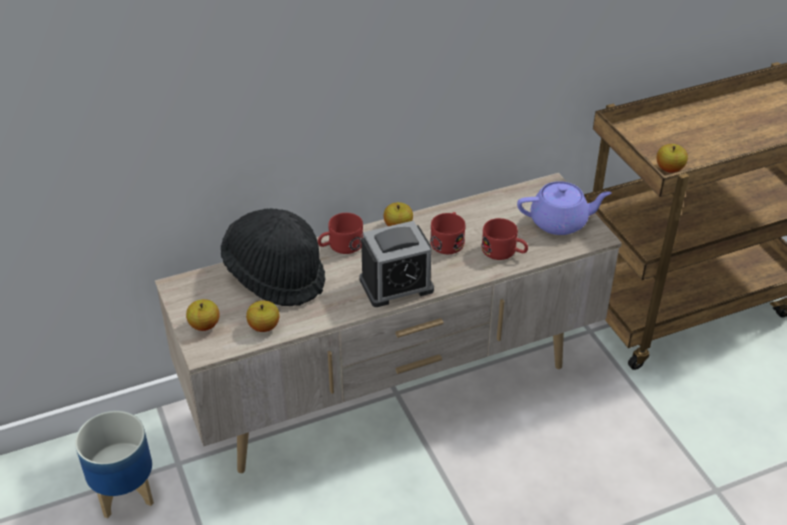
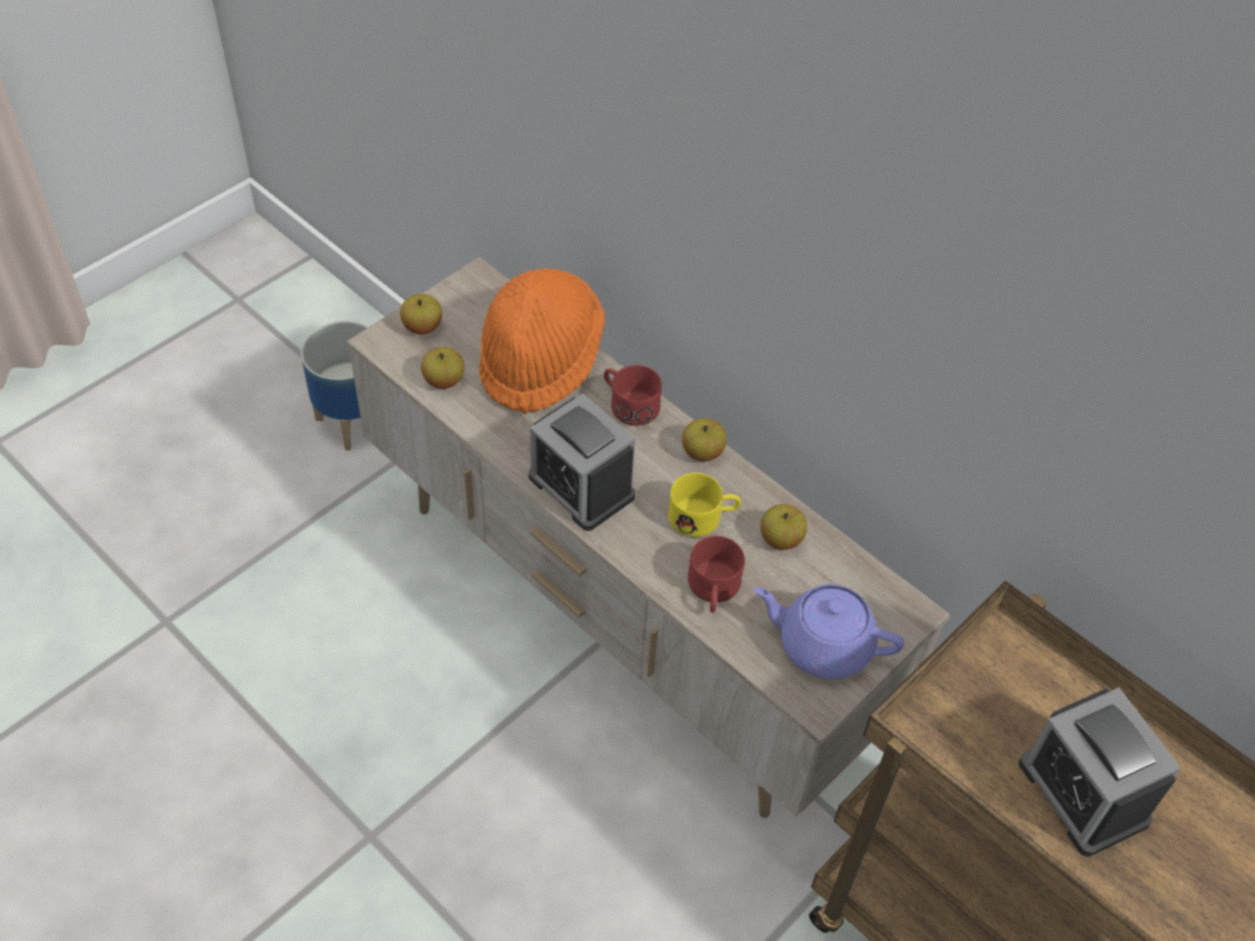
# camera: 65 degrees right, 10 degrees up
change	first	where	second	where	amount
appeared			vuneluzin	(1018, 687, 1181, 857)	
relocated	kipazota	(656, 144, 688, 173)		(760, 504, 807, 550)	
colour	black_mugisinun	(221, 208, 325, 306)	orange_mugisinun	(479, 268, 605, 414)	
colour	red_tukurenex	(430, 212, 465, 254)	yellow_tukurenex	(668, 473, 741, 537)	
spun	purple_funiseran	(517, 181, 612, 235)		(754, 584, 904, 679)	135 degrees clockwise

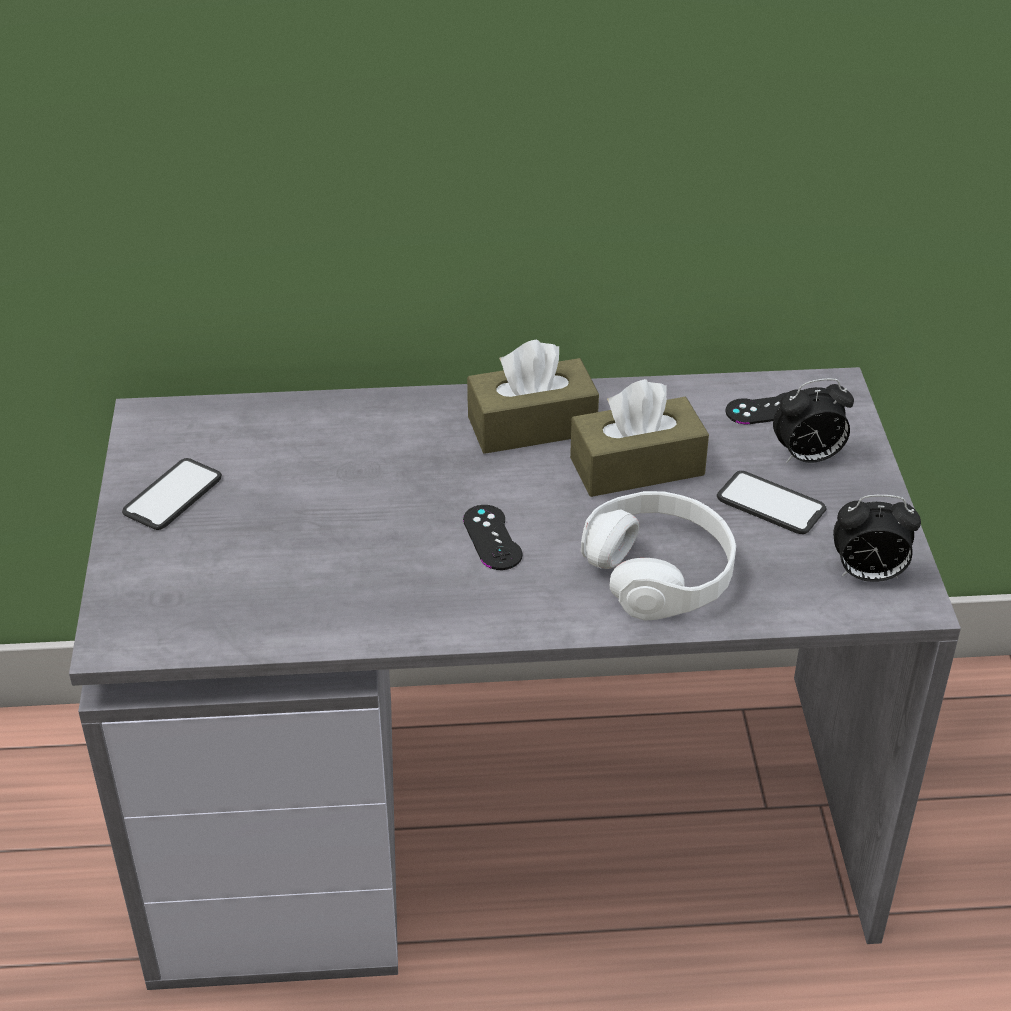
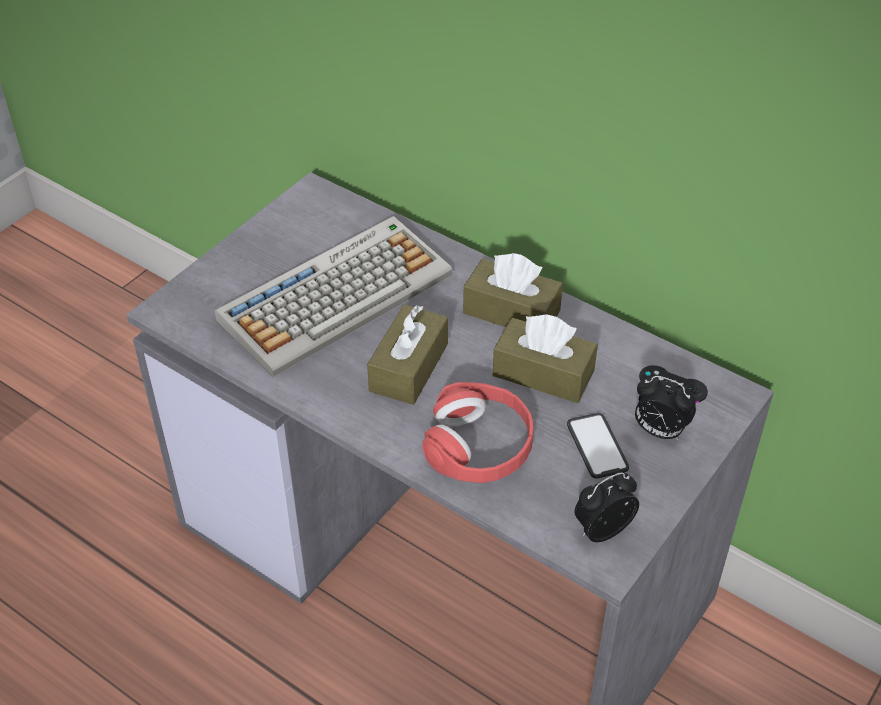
# camera: 40 degrees right, 5 degrees up
change	first	where	second	where	amount
missing	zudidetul	(122, 458, 222, 530)			
appeared			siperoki	(214, 216, 452, 377)	
exchanged	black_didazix	(463, 505, 522, 570)	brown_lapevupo	(367, 304, 448, 405)	
colour	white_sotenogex	(581, 491, 736, 621)	red_sotenogex	(422, 382, 534, 483)	
spun	vuneluzin	(833, 495, 921, 582)		(574, 472, 639, 542)	105 degrees clockwise

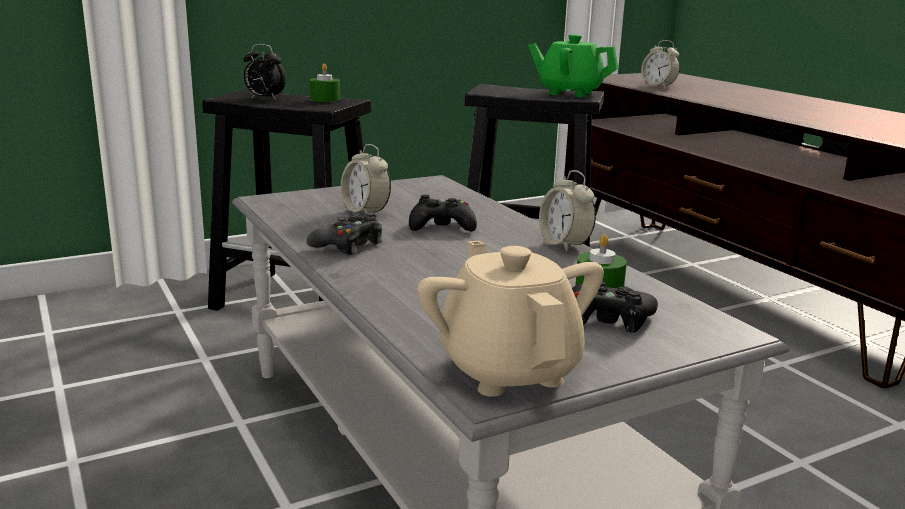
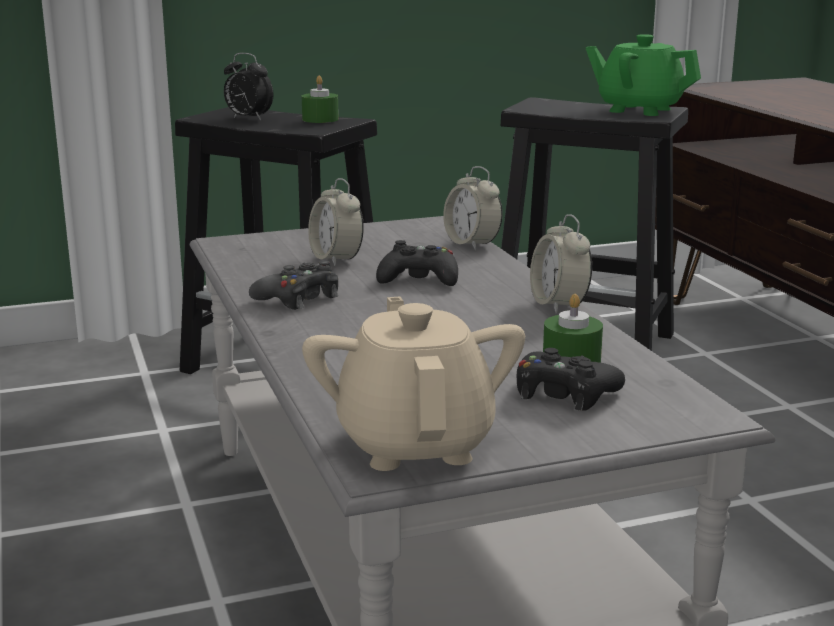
# camera: 10 degrees right, 0 degrees up
change	first	where	second	where	amount
relocated	vuneluzin	(641, 40, 680, 88)		(443, 166, 503, 251)	

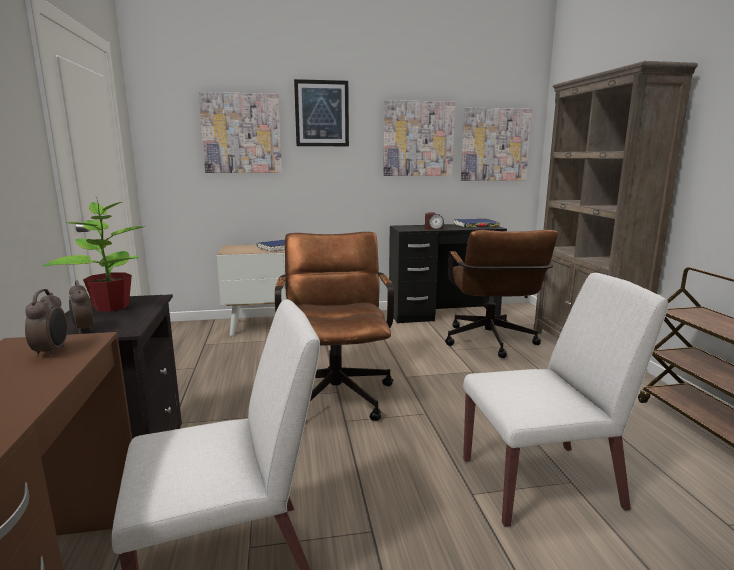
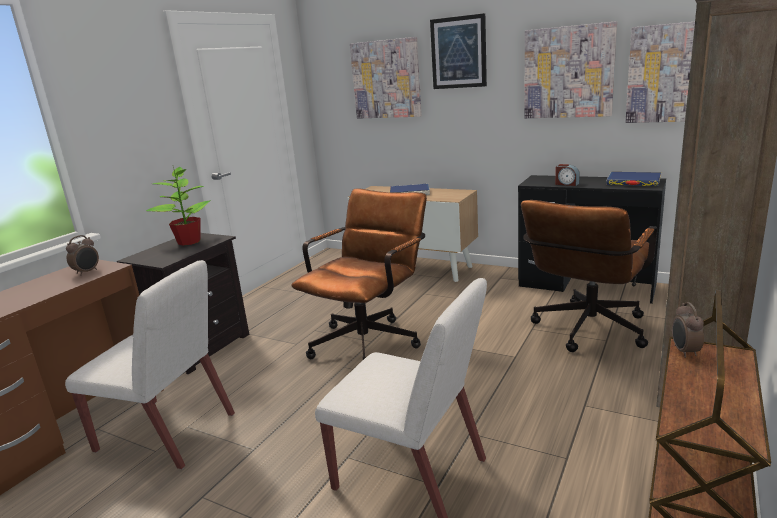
# camera: 40 degrees right, 5 degrees up
change	first	where	second	where	amount
relocated	vuneluzin	(69, 280, 93, 334)		(672, 302, 704, 358)	

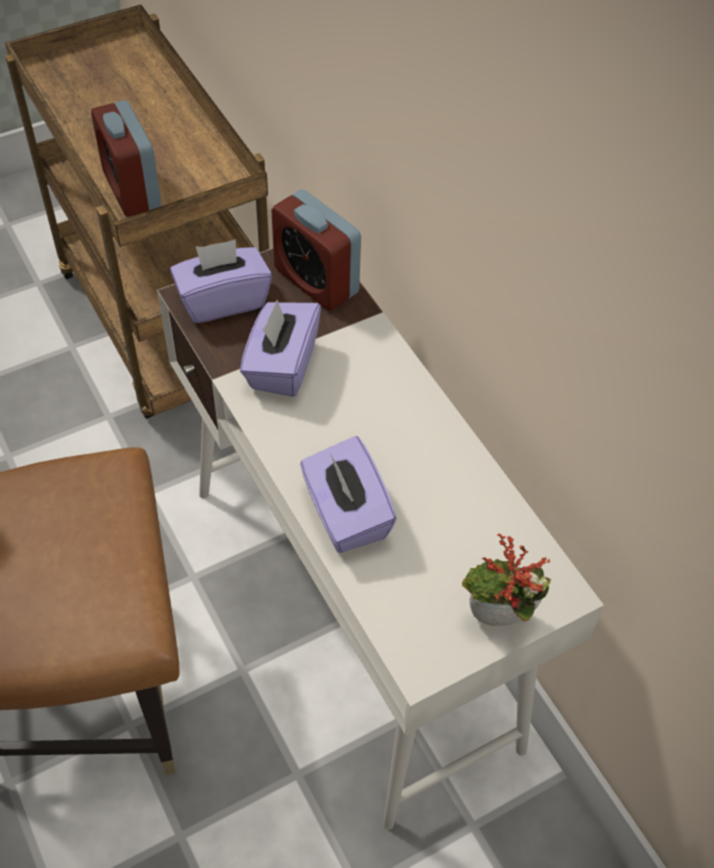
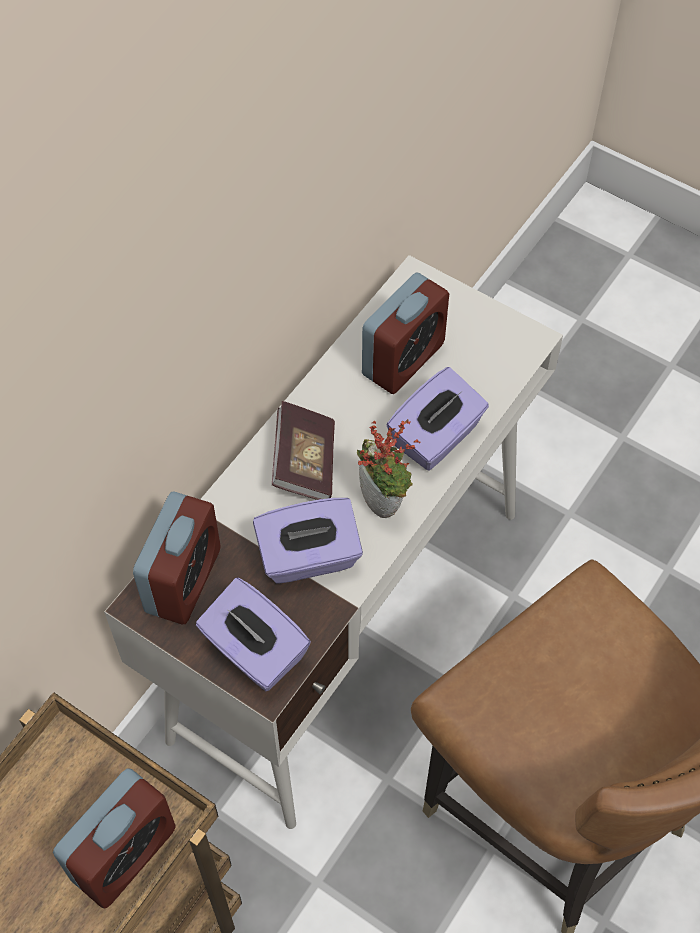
# camera: 115 degrees left, 5 degrees up
change	first	where	second	where	amount
appeared			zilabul	(272, 401, 335, 500)	
appeared			vuneluzin	(362, 272, 449, 394)	
relocated	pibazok	(462, 533, 551, 626)		(357, 419, 421, 518)	

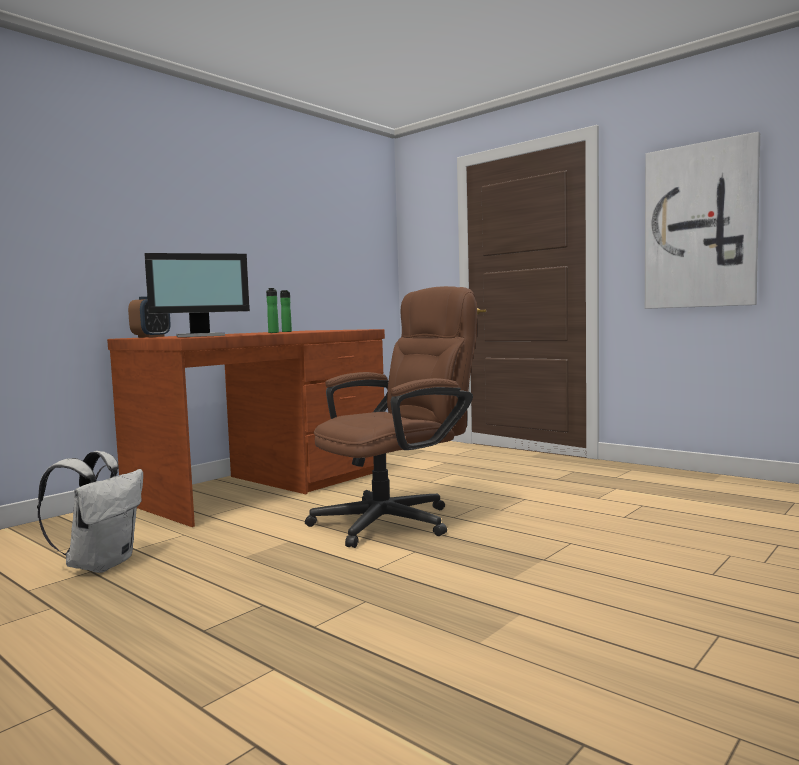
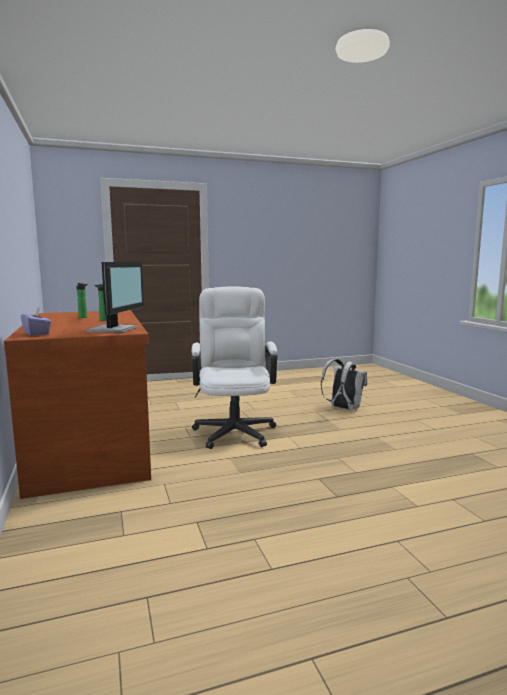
# camera: 60 degrees left, 5 degrees up
change	first	where	second	where	amount
missing	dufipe	(645, 132, 760, 309)			
relocated	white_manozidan	(37, 451, 143, 573)		(321, 359, 367, 410)	
exchanged	vuneluzin	(128, 296, 170, 338)	purple_lapevupo	(21, 307, 51, 336)	
colour	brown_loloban	(305, 286, 477, 548)	white_loloban	(192, 286, 277, 449)	

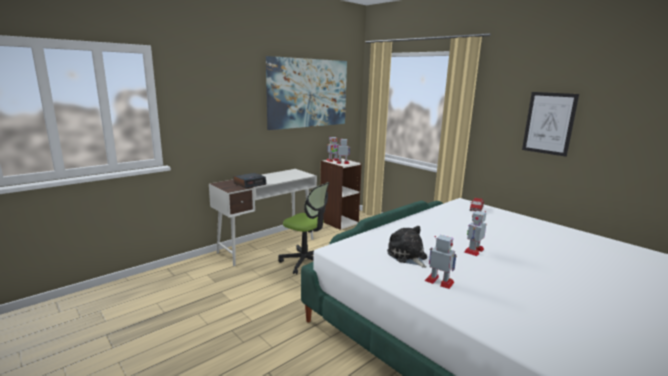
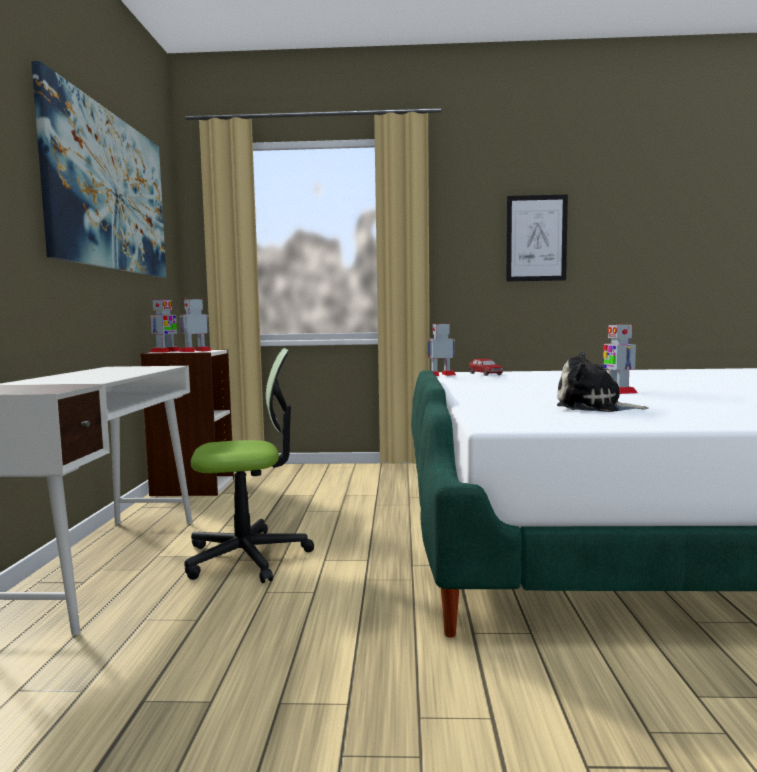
# camera: 45 degrees left, 10 degrees down
change	first	where	second	where	amount
missing	vuneluzin	(233, 173, 267, 188)			
relocated	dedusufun	(425, 235, 457, 289)		(427, 323, 456, 376)	

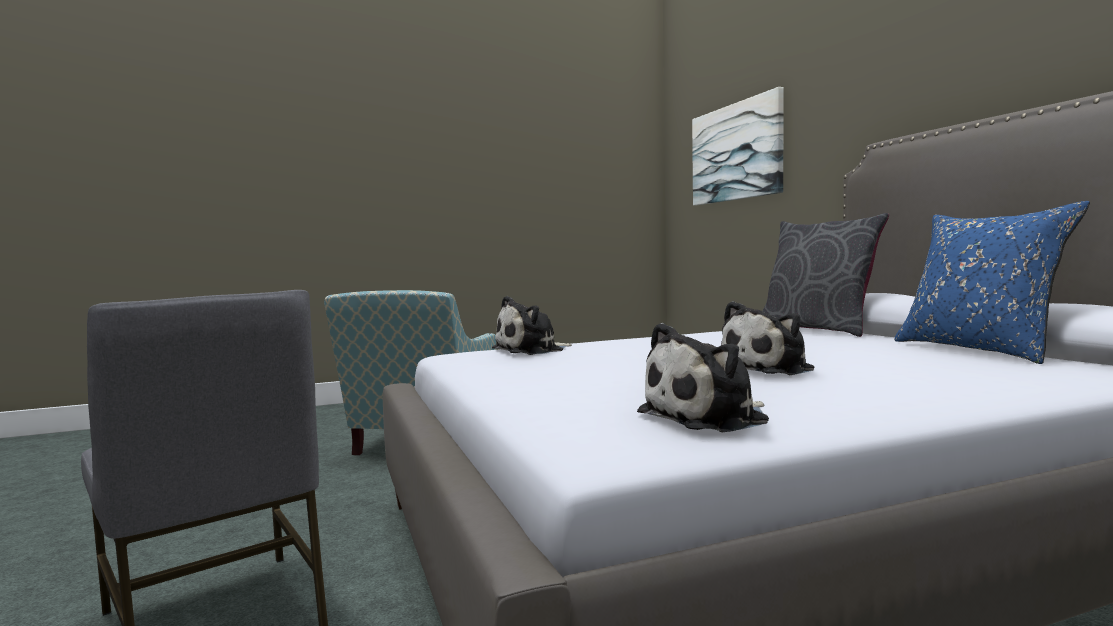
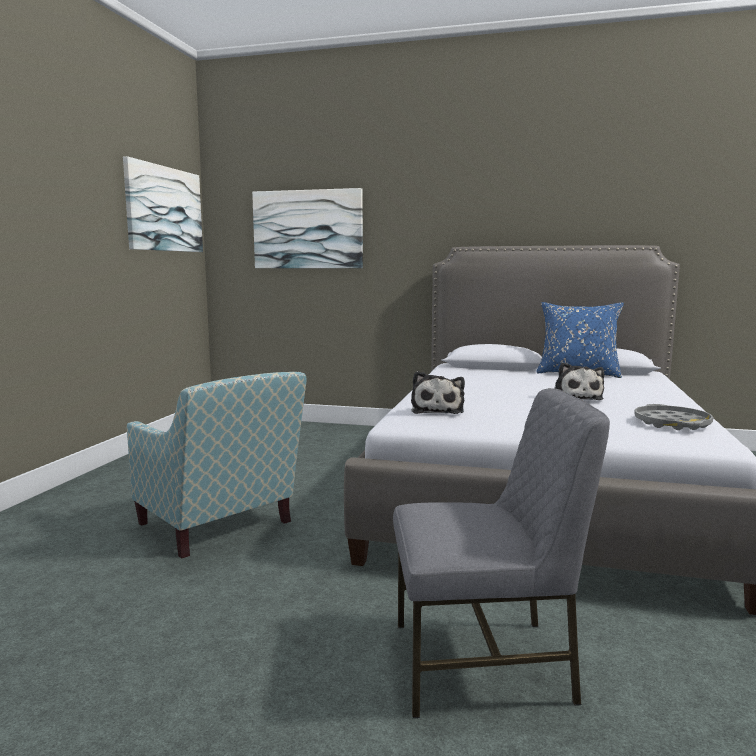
# camera: 55 degrees left, 5 degrees up
change	first	where	second	where	amount
missing	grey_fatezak	(762, 213, 889, 337)			
appeared			dufipe	(123, 156, 203, 252)	
exchanged	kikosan	(637, 323, 769, 432)	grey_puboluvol	(634, 404, 713, 430)	

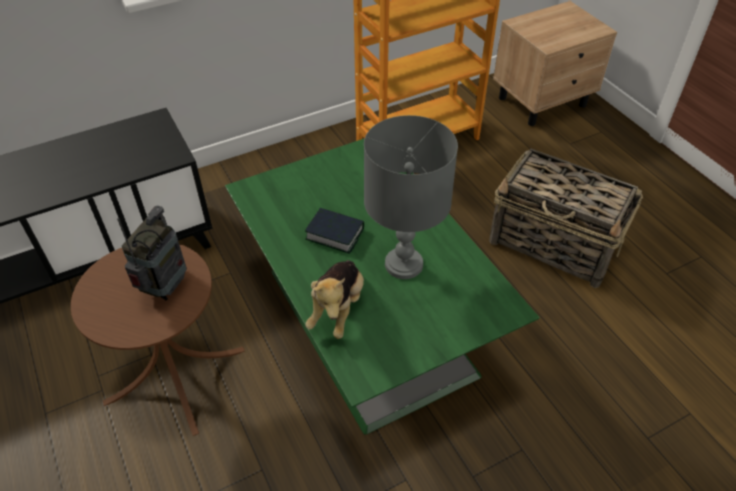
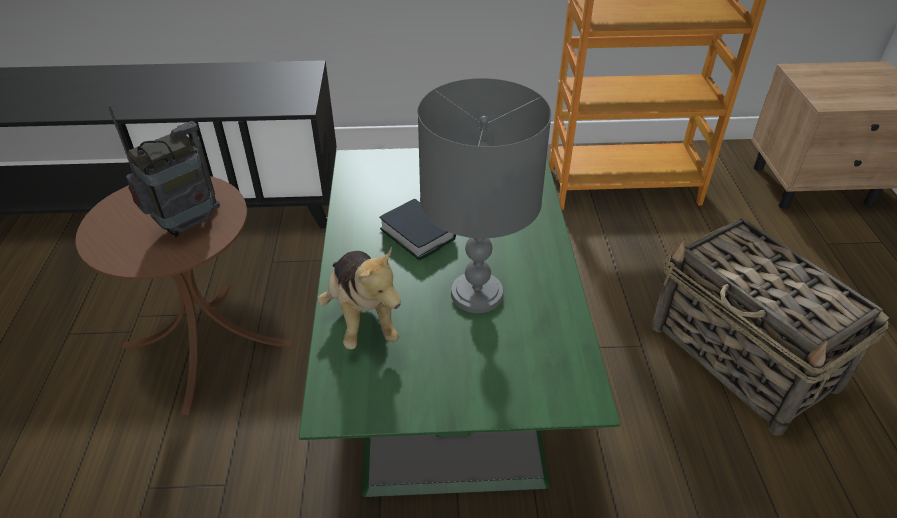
# camera: 25 degrees right, 5 degrees down
change	first	where	second	where	amount
spun	kikosan	(305, 260, 364, 339)		(317, 247, 401, 349)	60 degrees counterclockwise

